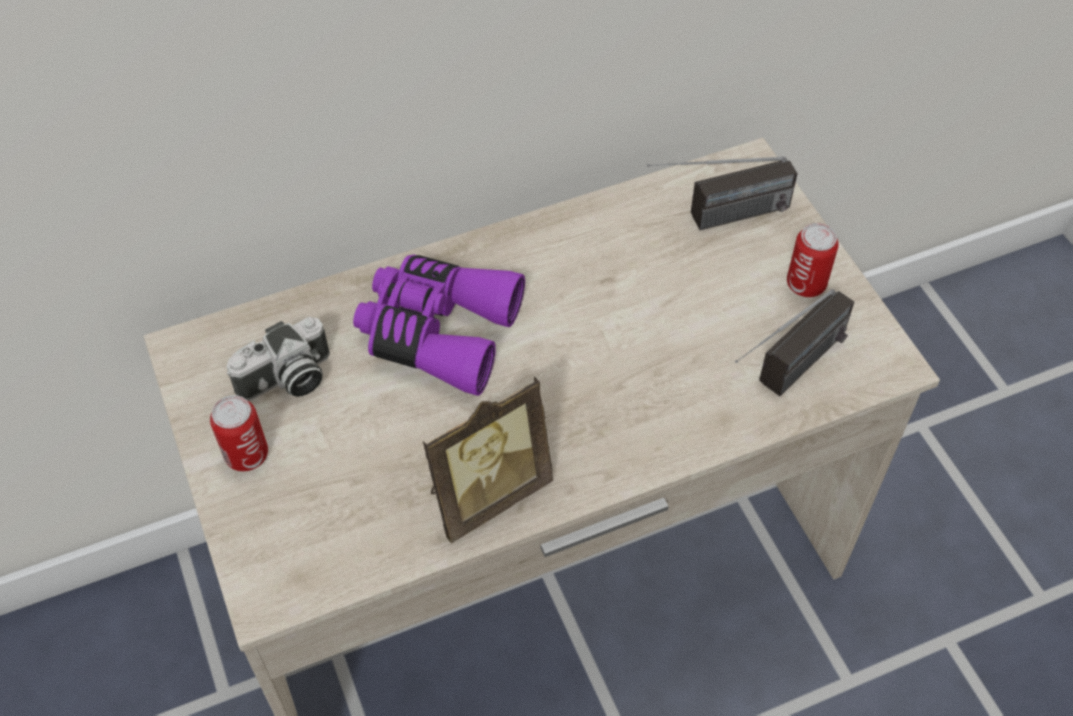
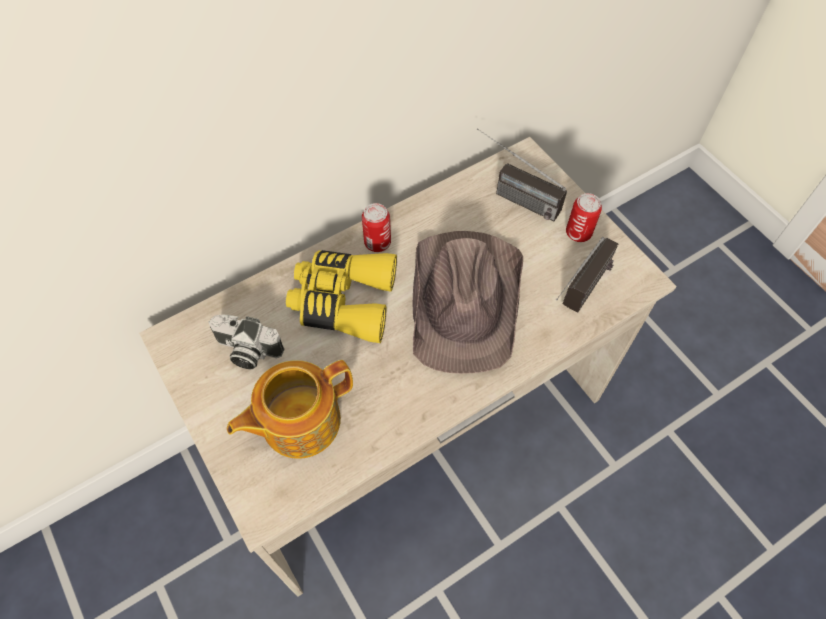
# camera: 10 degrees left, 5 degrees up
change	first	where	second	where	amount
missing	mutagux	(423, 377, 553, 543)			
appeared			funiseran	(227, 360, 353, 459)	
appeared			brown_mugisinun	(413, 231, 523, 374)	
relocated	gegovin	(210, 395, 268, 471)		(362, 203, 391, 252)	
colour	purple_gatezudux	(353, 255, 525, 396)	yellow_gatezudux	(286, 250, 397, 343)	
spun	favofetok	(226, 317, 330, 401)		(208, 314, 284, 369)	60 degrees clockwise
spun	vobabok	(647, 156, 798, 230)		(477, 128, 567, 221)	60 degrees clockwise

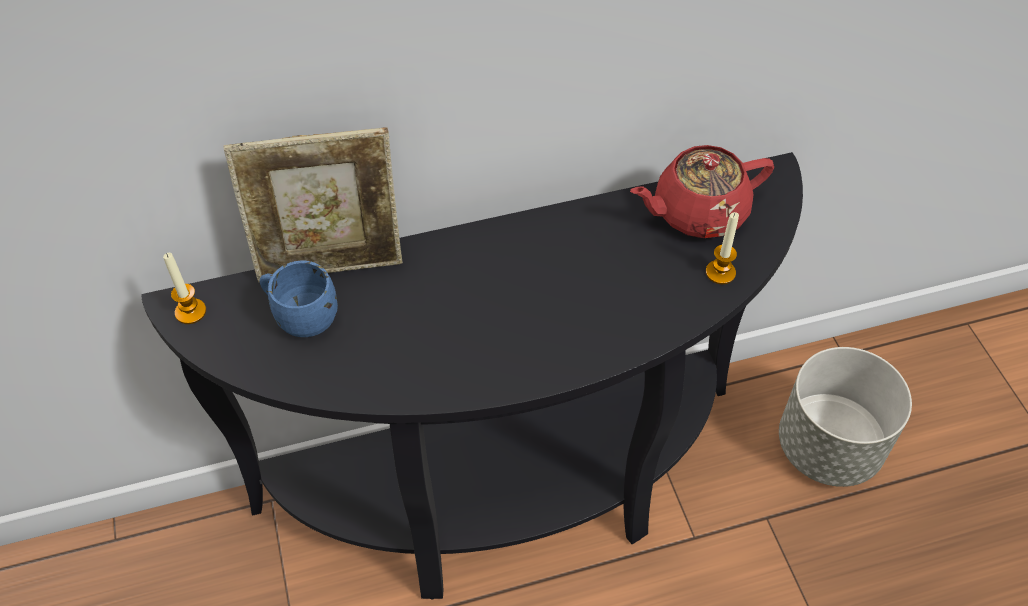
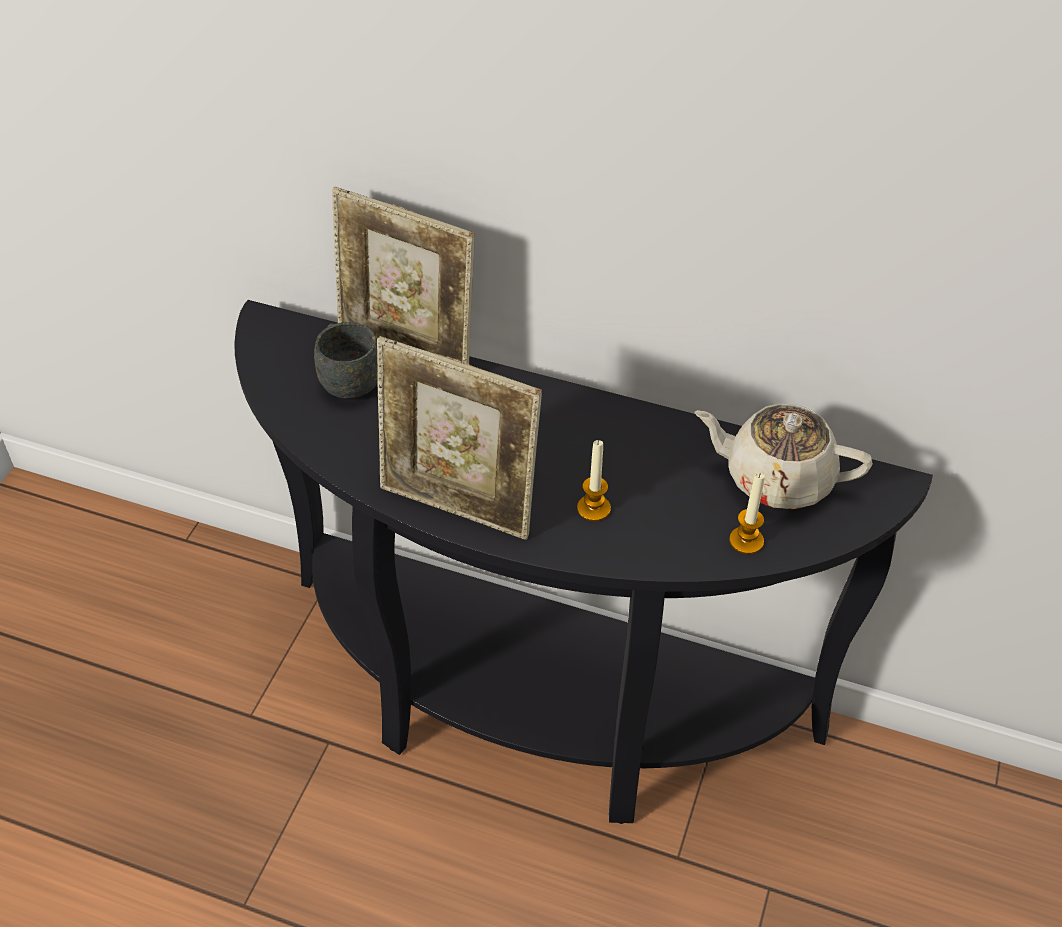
# camera: 35 degrees right, 5 degrees down
change	first	where	second	where	amount
missing	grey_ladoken	(779, 347, 912, 487)			
appeared			mutagux	(377, 336, 542, 540)	
relocated	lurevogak	(163, 253, 206, 324)		(577, 440, 611, 522)	
colour	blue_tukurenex	(260, 261, 338, 337)	grey_tukurenex	(314, 322, 378, 398)	
colour	red_funiseran	(630, 145, 774, 238)	beige_funiseran	(695, 403, 873, 509)	

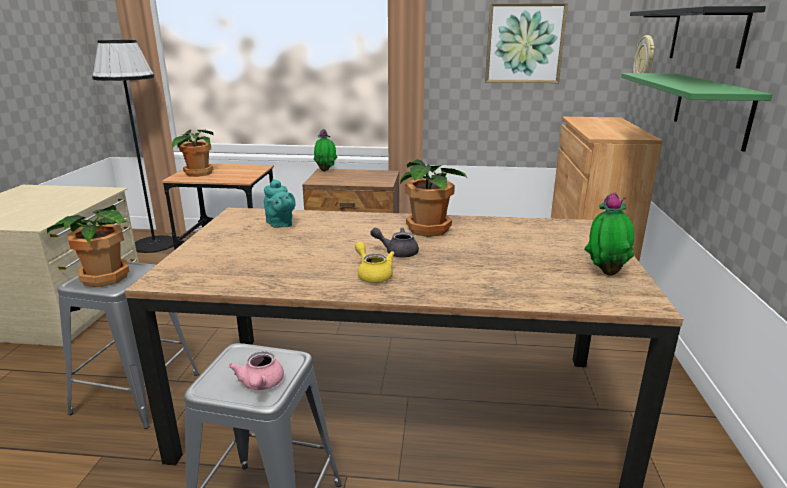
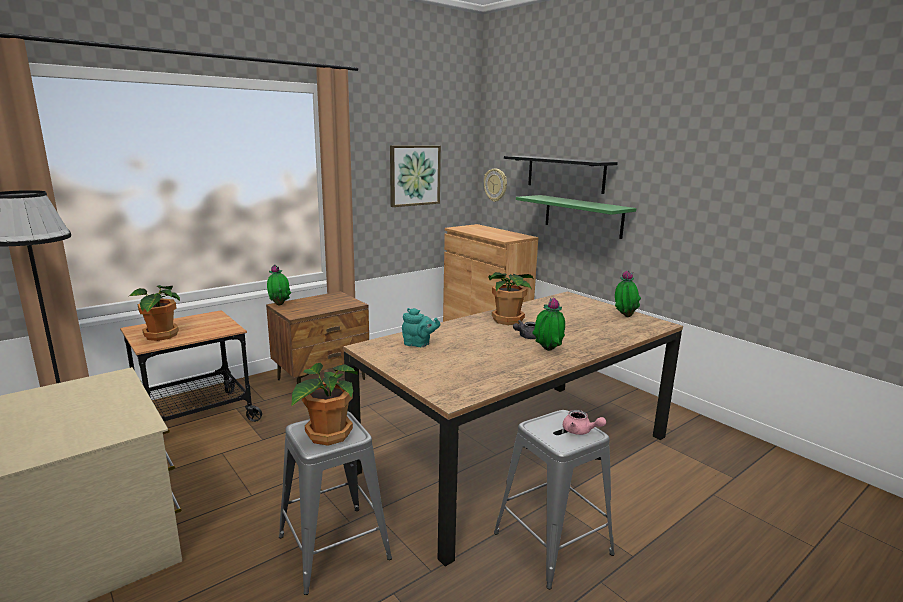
# camera: 45 degrees left, 5 degrees down
change	first	where	second	where	amount
exchanged	yellow_funiseran	(355, 241, 394, 283)	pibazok	(532, 298, 565, 351)	

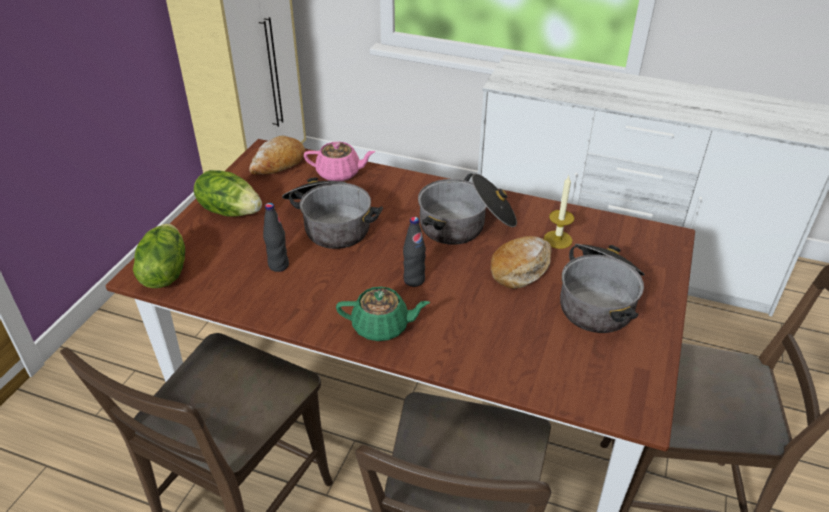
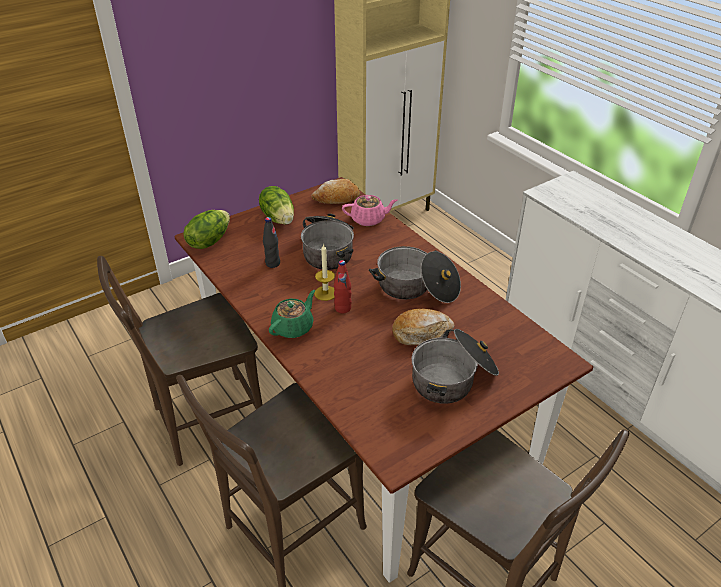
# camera: 35 degrees right, 0 degrees up
change	first	where	second	where	amount
relocated	lurevogak	(544, 176, 574, 249)		(314, 244, 335, 301)	
colour	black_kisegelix	(403, 217, 426, 287)	red_kisegelix	(334, 260, 352, 313)	
spun	pink_funiseran	(304, 142, 375, 181)		(342, 195, 397, 226)	45 degrees counterclockwise
spun	green_funiseran	(336, 287, 430, 341)		(269, 290, 315, 338)	90 degrees counterclockwise

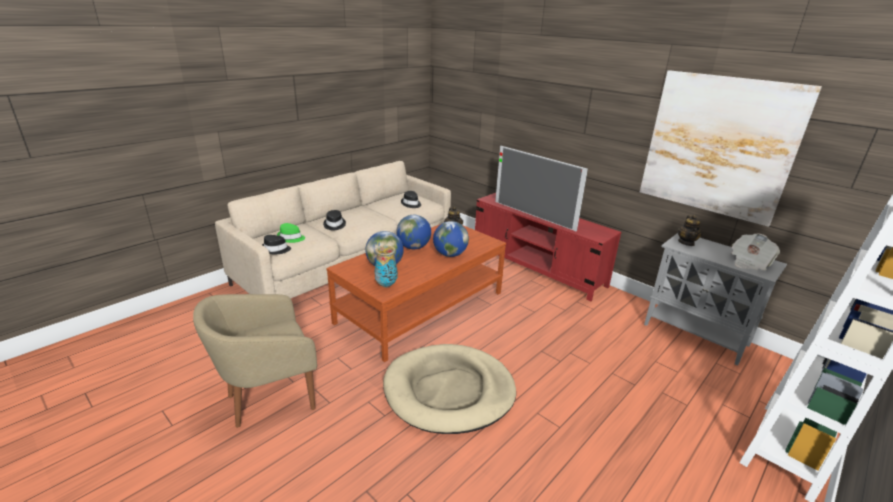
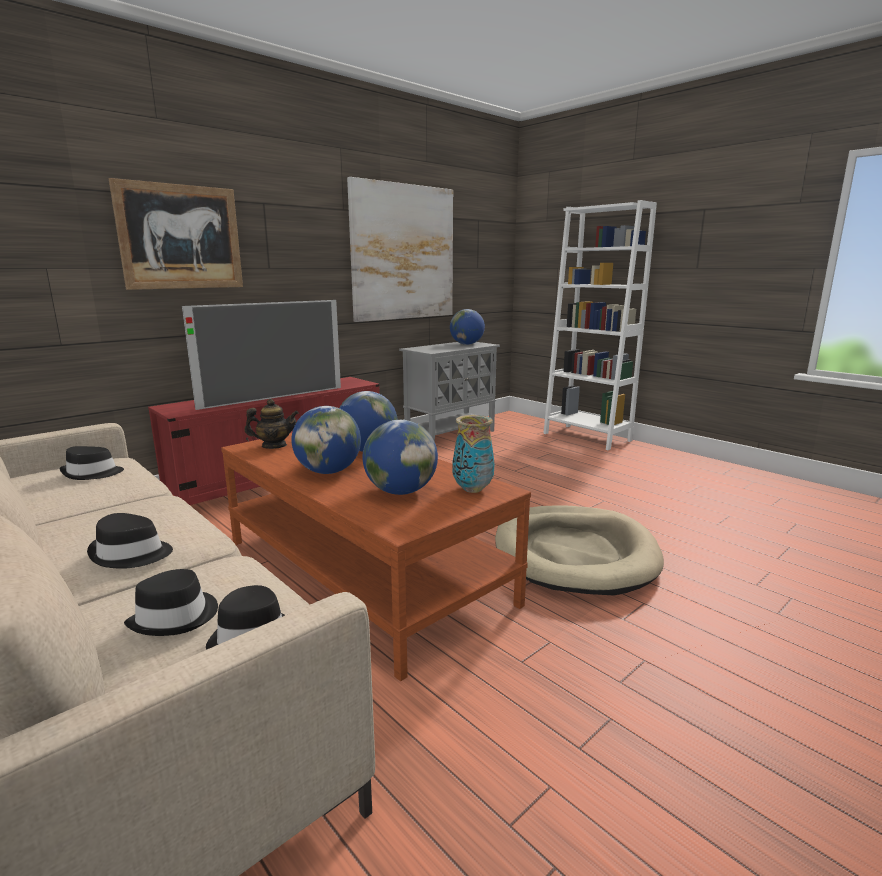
# camera: 85 degrees left, 10 degrees down
change	first	where	second	where	amount
missing	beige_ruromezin	(193, 294, 317, 428)			
missing	funiseran	(677, 214, 702, 246)			
appeared			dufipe	(108, 178, 243, 290)	
exchanged	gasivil	(731, 234, 780, 270)	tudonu	(450, 309, 485, 345)	
colour	green_mugisinun	(277, 223, 305, 243)	black_mugisinun	(124, 569, 218, 636)	

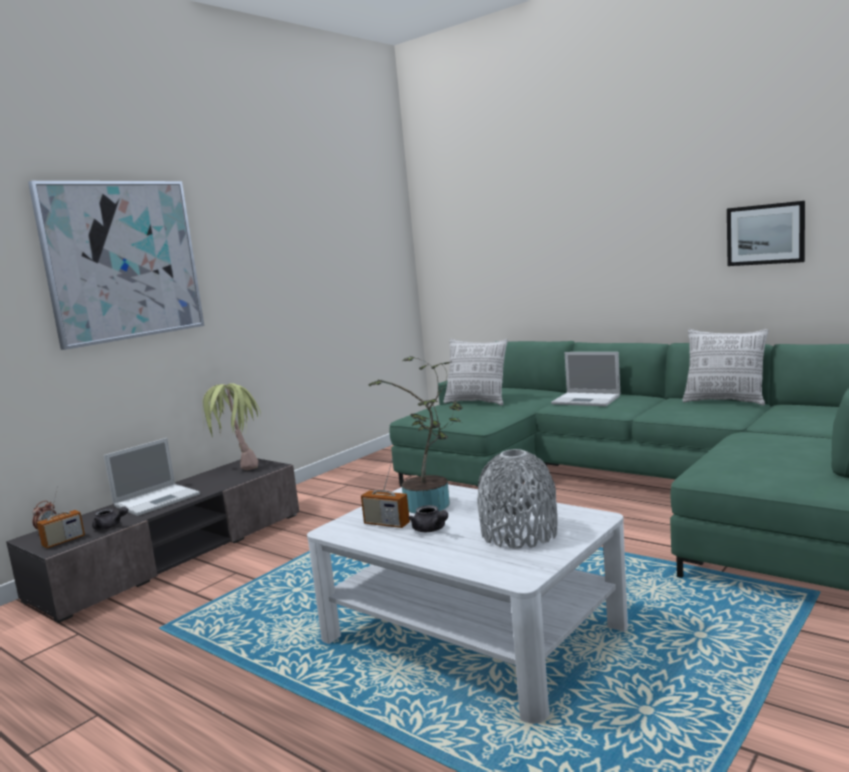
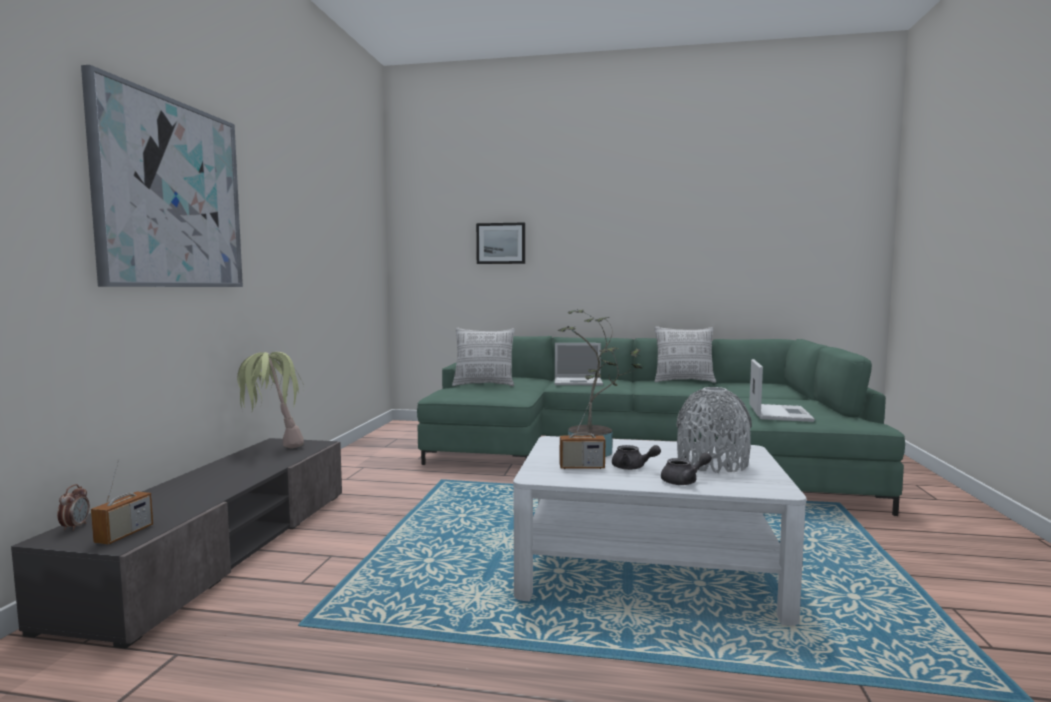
# camera: 30 degrees left, 5 degrees down
change	first	where	second	where	amount
relocated	grey_funiseran	(92, 507, 128, 530)		(661, 452, 712, 485)	
relocated	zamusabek	(104, 438, 200, 516)		(749, 359, 815, 422)	
relocated	dufipe	(727, 201, 805, 266)		(476, 222, 525, 264)	

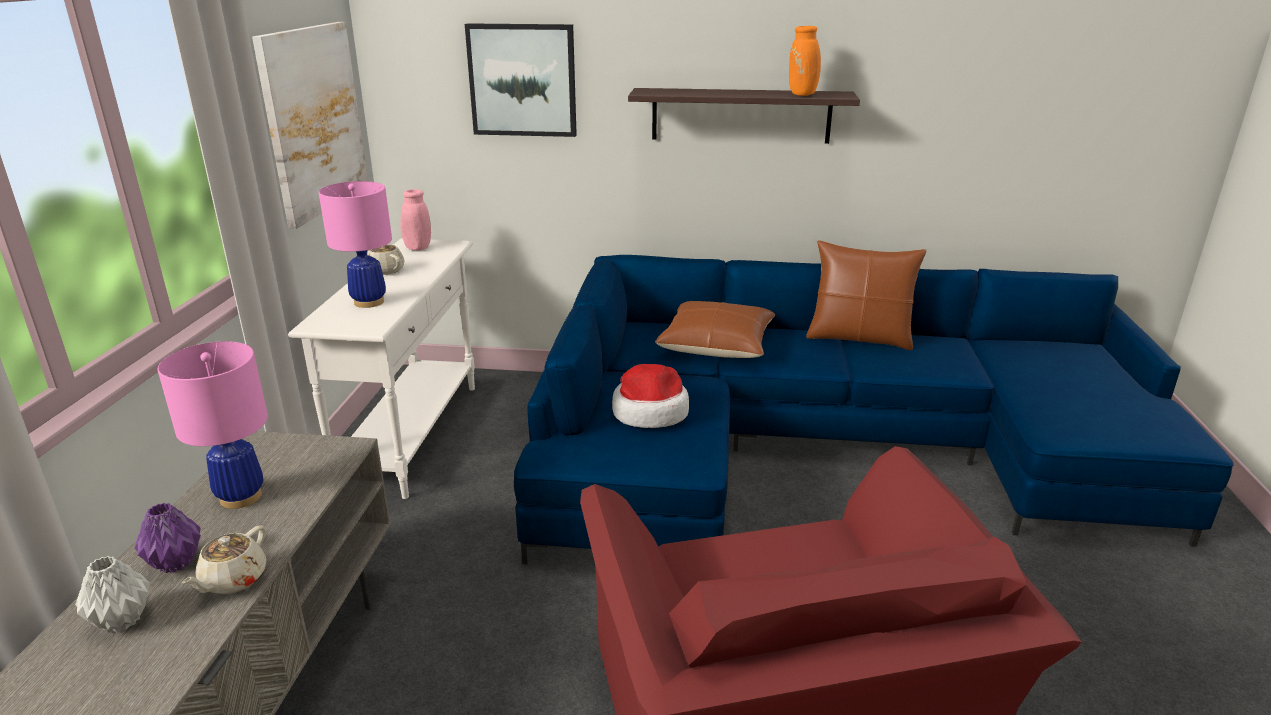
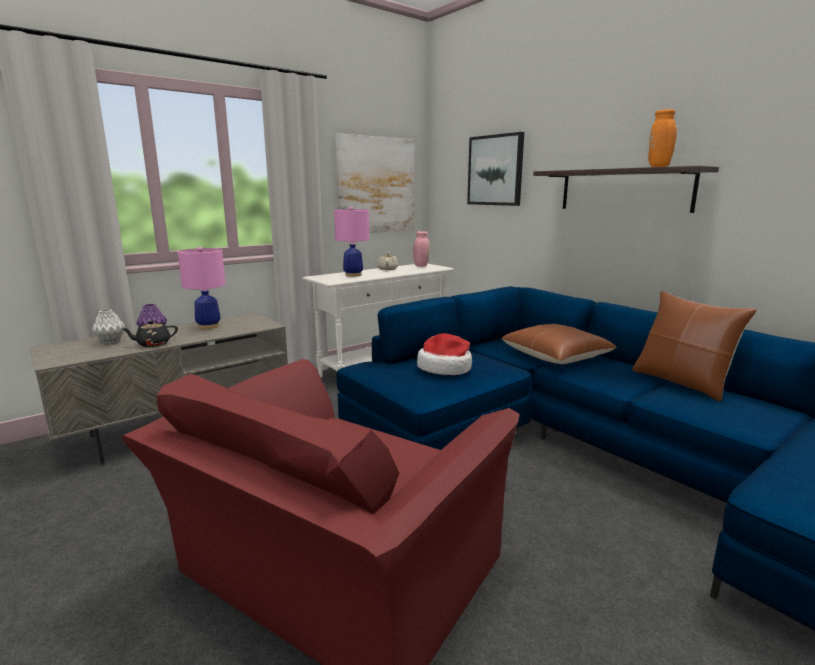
# camera: 45 degrees right, 10 degrees down
change	first	where	second	where	amount
colour	beige_funiseran	(182, 525, 266, 594)	black_funiseran	(122, 320, 178, 347)	

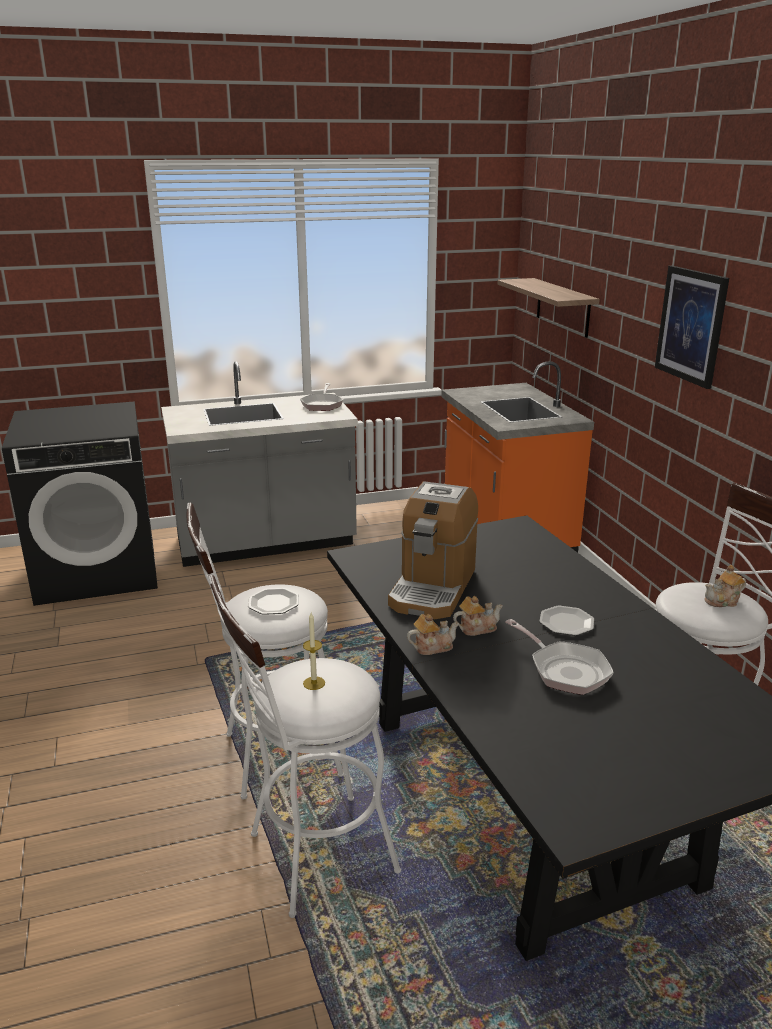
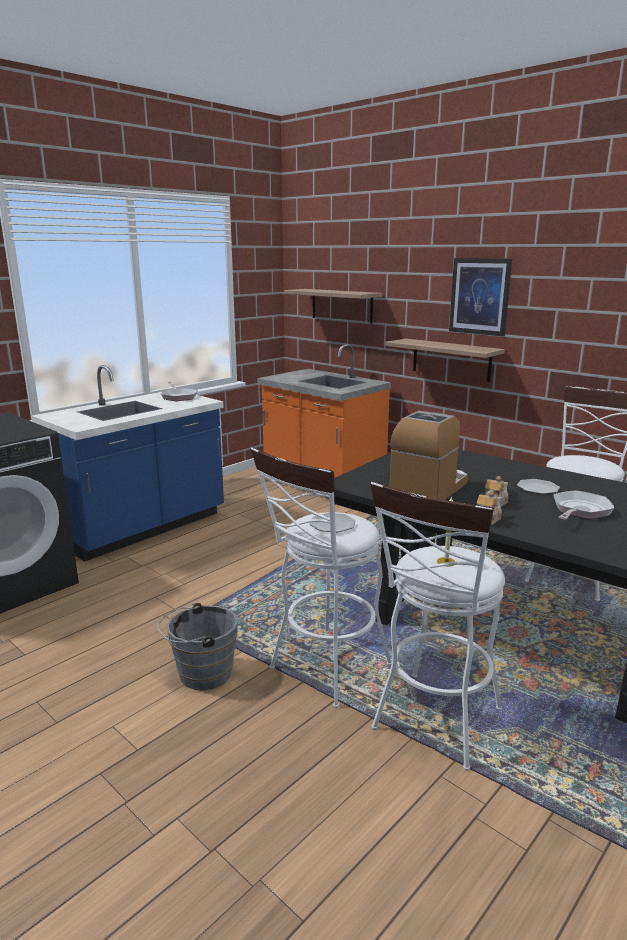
# camera: 30 degrees left, 5 degrees down
change	first	where	second	where	amount
missing	funiseran	(705, 565, 746, 607)			
appeared			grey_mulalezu	(157, 603, 238, 690)	
appeared			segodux	(385, 338, 505, 382)	
colour	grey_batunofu	(161, 362, 358, 567)	blue_batunofu	(31, 365, 224, 562)	
spun	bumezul	(388, 481, 478, 619)		(390, 411, 468, 500)	135 degrees counterclockwise
spun	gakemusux	(505, 619, 614, 695)		(553, 490, 614, 519)	75 degrees counterclockwise

